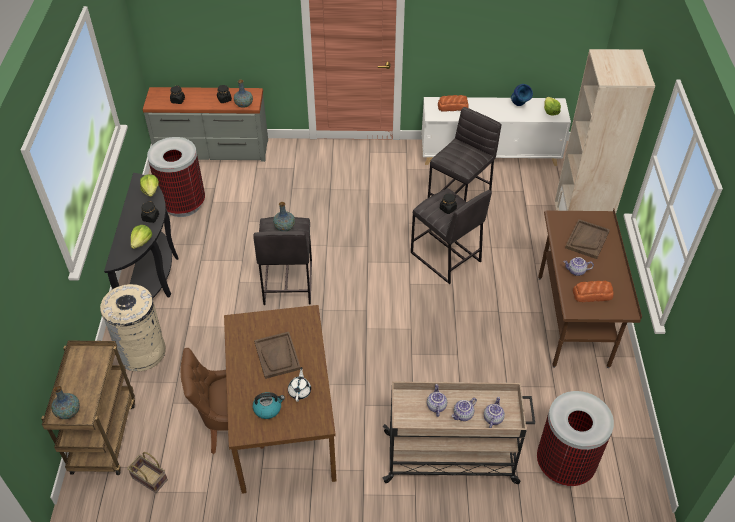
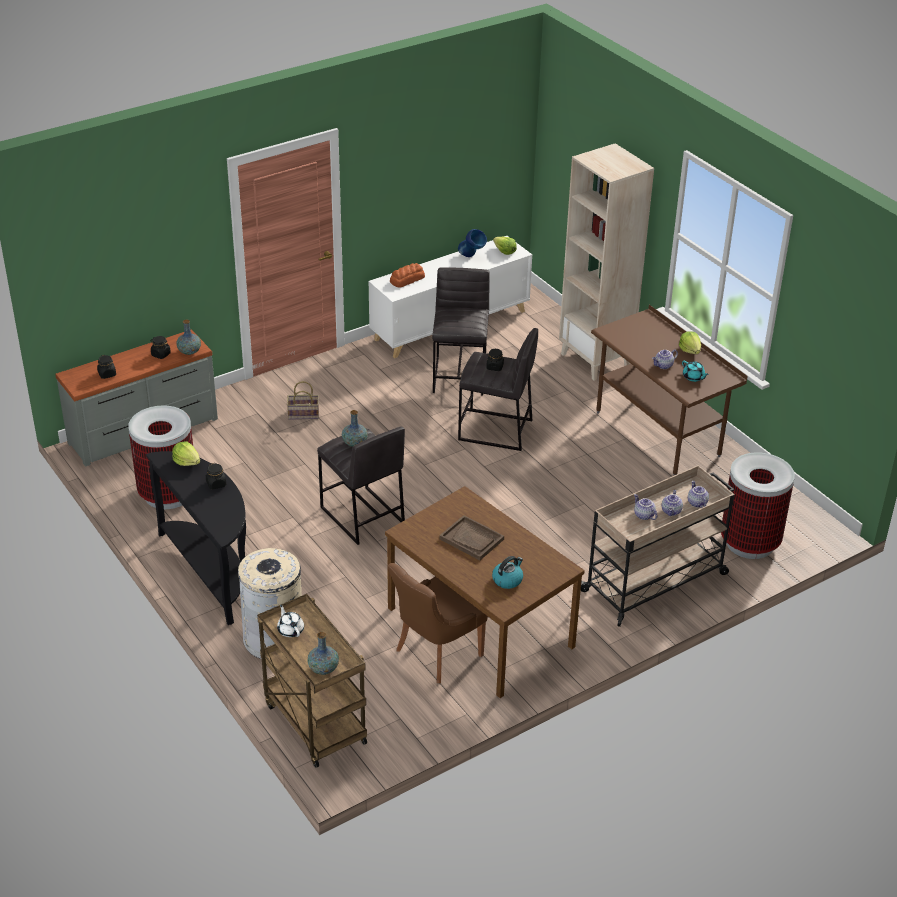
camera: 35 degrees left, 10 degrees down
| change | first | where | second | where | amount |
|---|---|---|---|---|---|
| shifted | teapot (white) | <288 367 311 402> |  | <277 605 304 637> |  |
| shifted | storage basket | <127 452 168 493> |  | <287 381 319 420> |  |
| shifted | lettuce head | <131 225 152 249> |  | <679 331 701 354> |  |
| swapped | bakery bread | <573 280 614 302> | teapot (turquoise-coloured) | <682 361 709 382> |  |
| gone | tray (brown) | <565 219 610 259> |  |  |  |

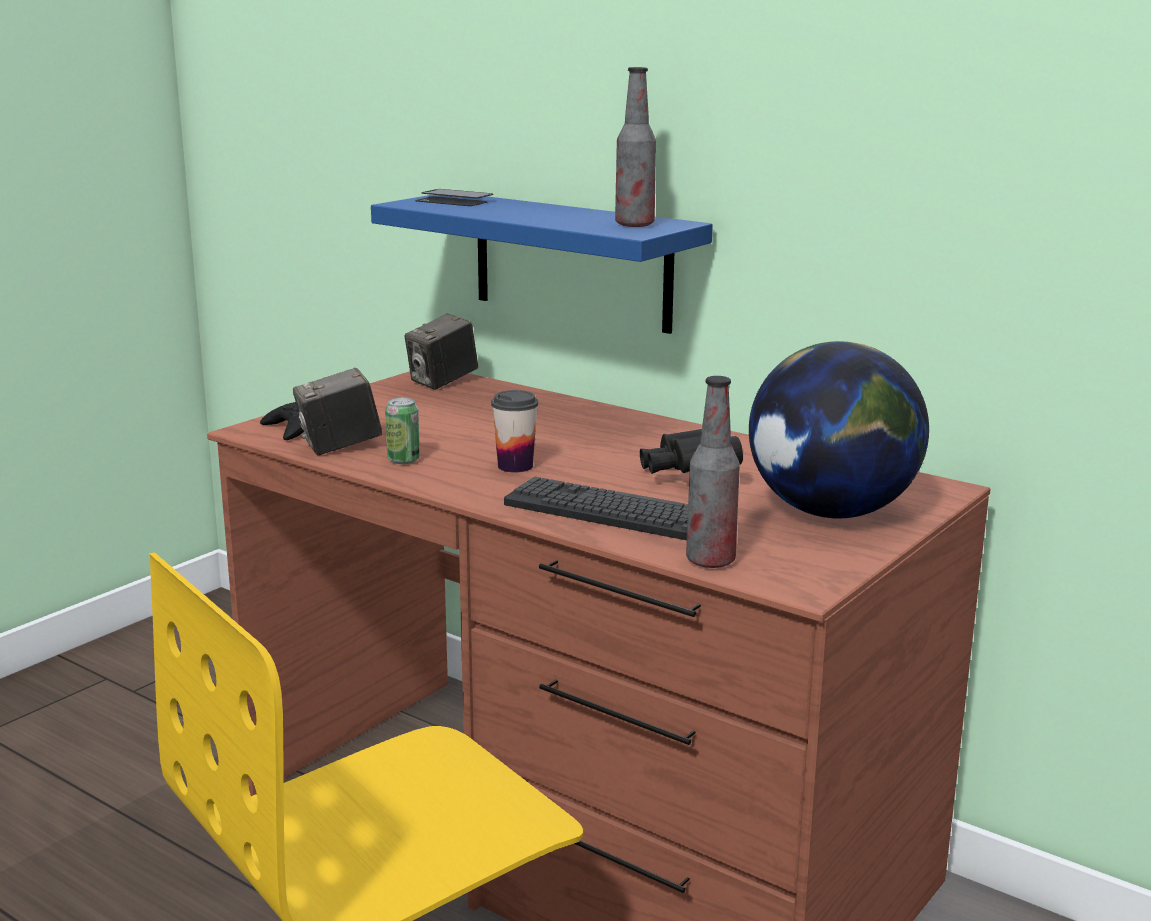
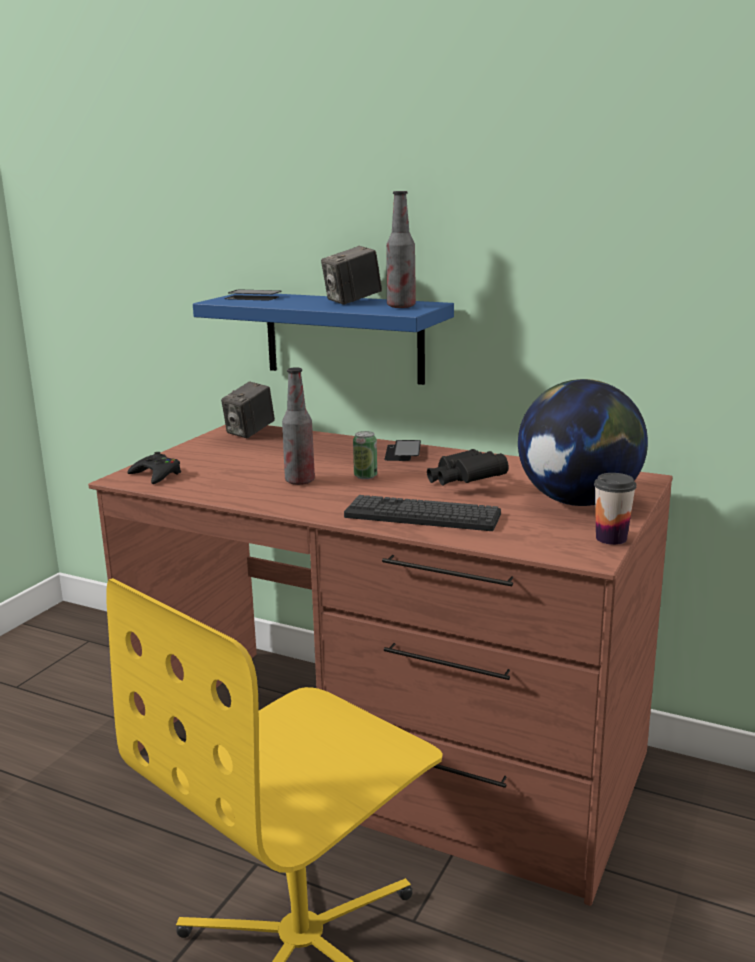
camera: 10 degrees left, 0 degrees up
| change | first | where | second | where | amount |
|---|---|---|---|---|---|
| shifted | beverage bottle | <686 376 740 568> |  | <282 367 315 485> |  |
| shifted | photo camera | <293 367 382 455> |  | <321 246 382 305> |  |
| shifted | metal can | <385 398 420 464> |  | <353 431 377 479> |  |
| new |  |  | handset | <384 440 421 461> |  |
| shifted | drinking cup | <491 390 539 473> |  | <594 473 636 545> |  |

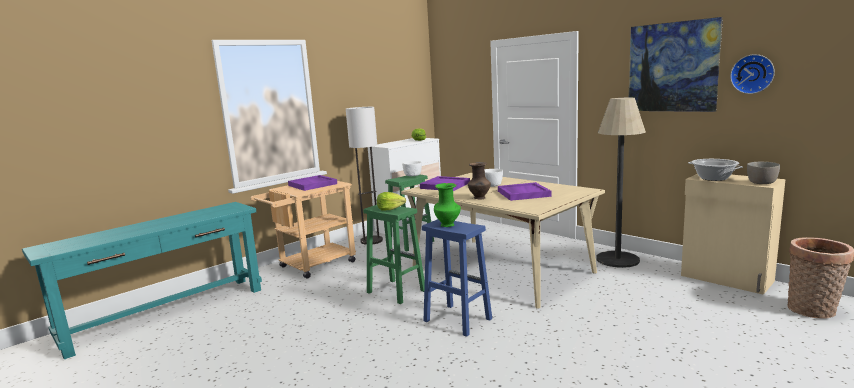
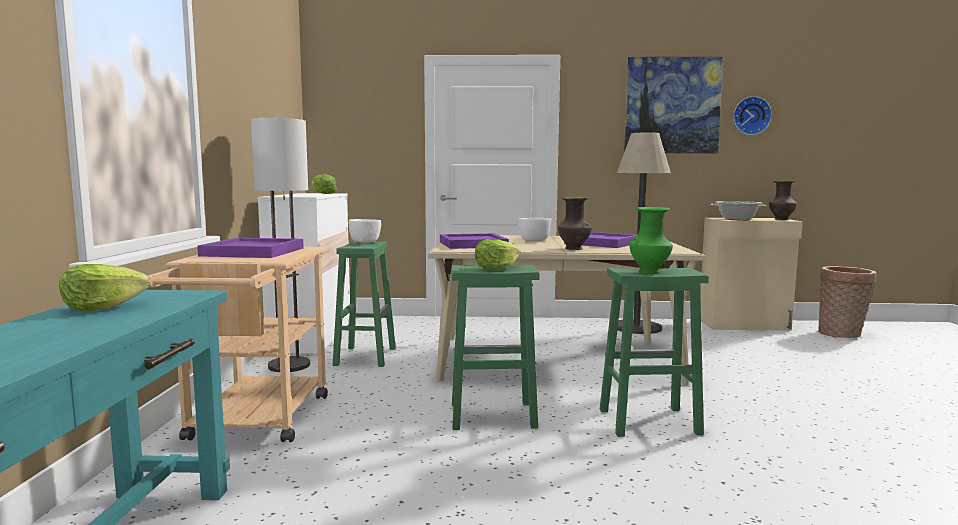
camera: 45 degrees left, 5 degrees down
| change | first | where | second | where | amount |
|---|---|---|---|---|---|
| new |  |  | lettuce head | <59 264 150 311> |  |
| repainted | sitting stool (blue) | <422 219 492 337> | sitting stool (green) | <600 268 709 437> |  |
| swapped | serving bowl (gray) | <747 162 780 184> | vase (brown) | <769 181 797 220> |  |

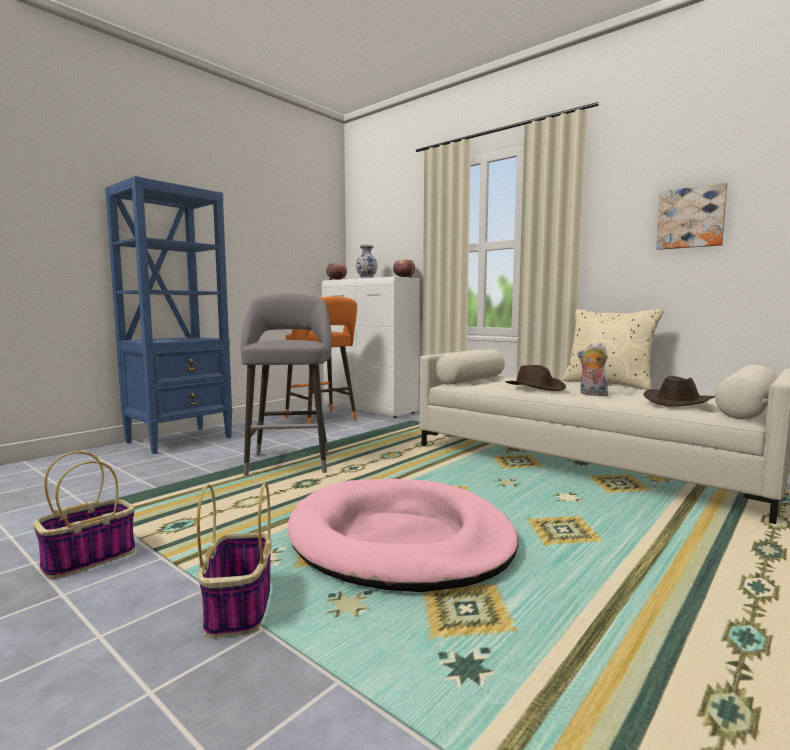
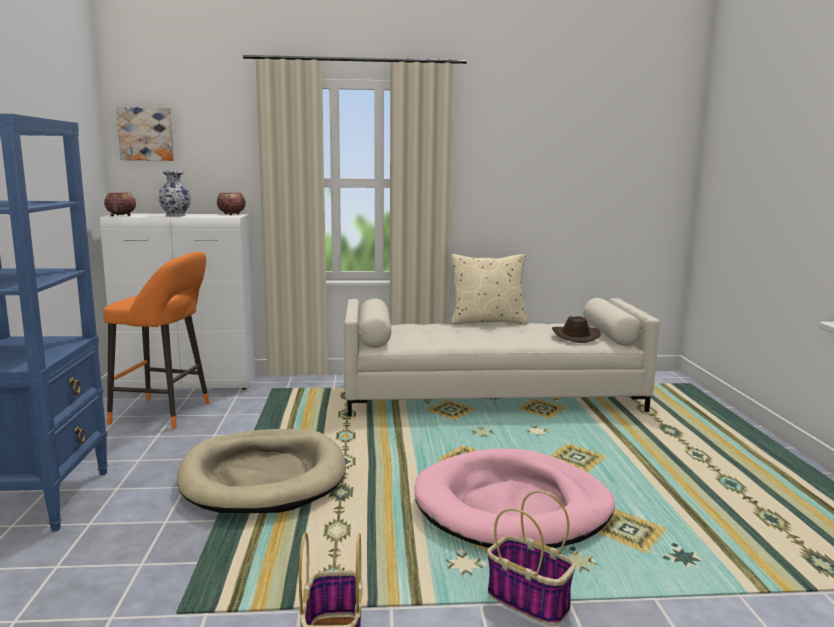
camera: 45 degrees left, 5 degrees up
| change | first | where | second | where | amount |
|---|---|---|---|---|---|
| shifted | wall picture | <656 182 728 250> |  | <116 107 174 161> |  |
| swapped | sitting stool (gray) | <241 294 332 476> | dog bed (beige-coloured) | <177 429 346 513> |  |
| gone | wearable hat (brown) | <505 365 566 391> |  |  |  |
| gone | soft toy | <578 342 609 396> |  |  |  |

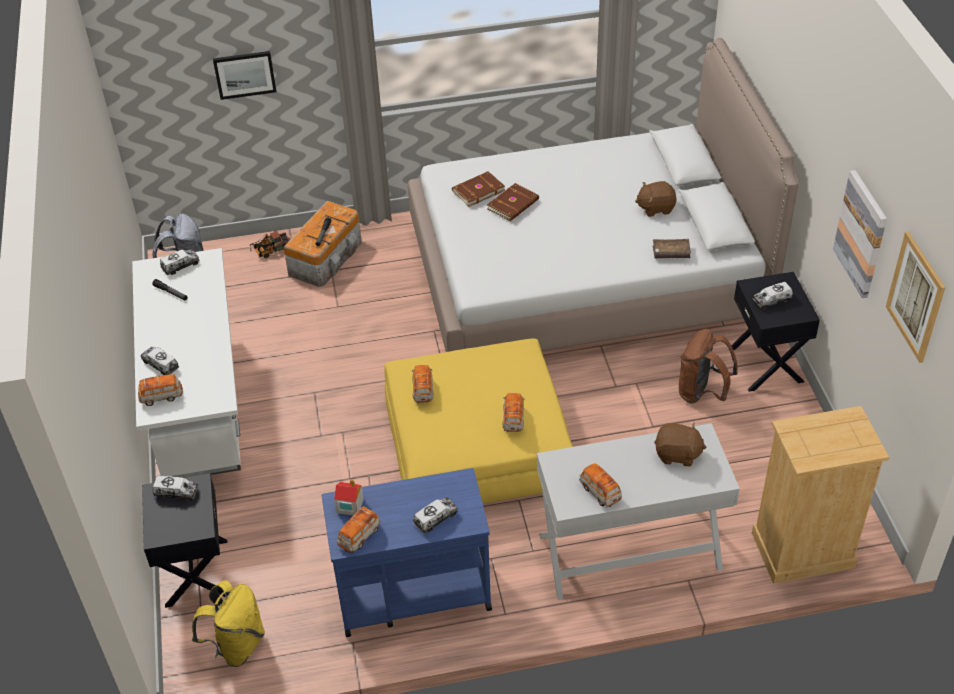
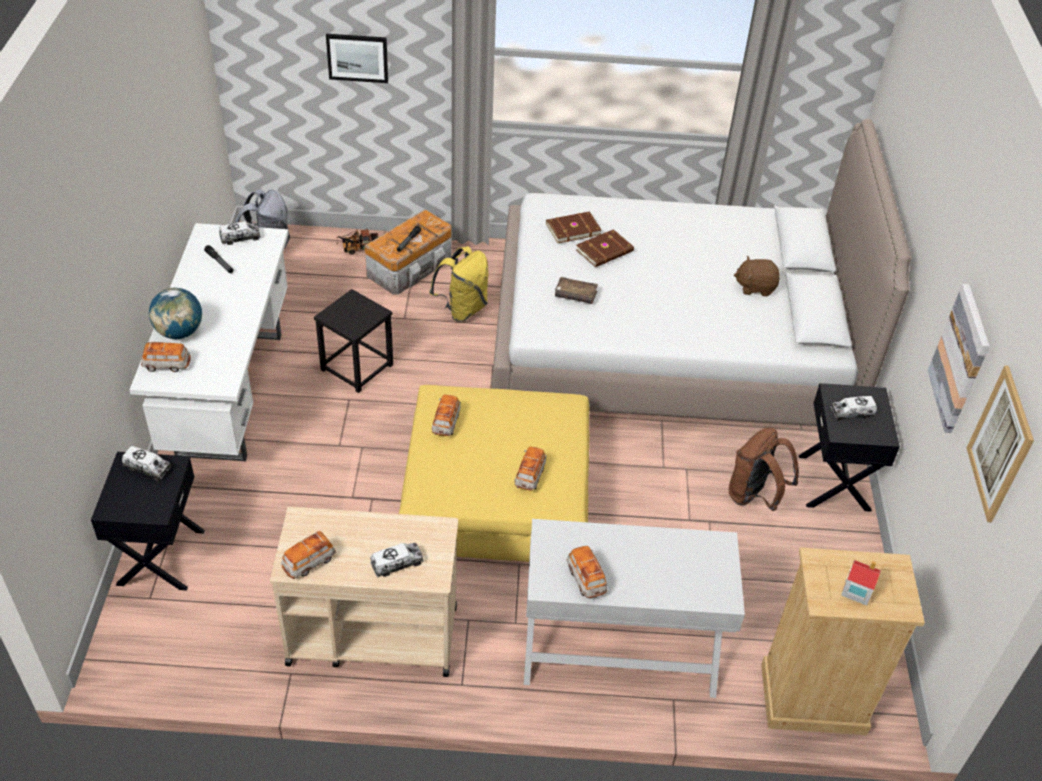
camera: 10 degrees right, 0 degrees up
| change | first | where | second | where | amount |
|---|---|---|---|---|---|
| swapped | model truck | <141 347 179 375> | desk globe | <149 288 202 339> |  |
| repainted | wheeled cart (blue) | <322 468 492 637> | wheeled cart (beige-coloured) | <270 507 458 677> |  |
| new |  |  | sitting stool (blackish) | <314 289 393 393> |  |
| shifted | knapsack (yellow-coloured) | <192 580 265 667> |  | <429 246 488 322> |  |
| shifted | book (brown) | <653 239 691 259> |  | <555 277 598 304> |  |
| shifted | miniature house | <334 479 364 516> |  | <841 560 881 606> |  |
| gone | soft toy (brown) | <654 422 707 467> |  |  |  |

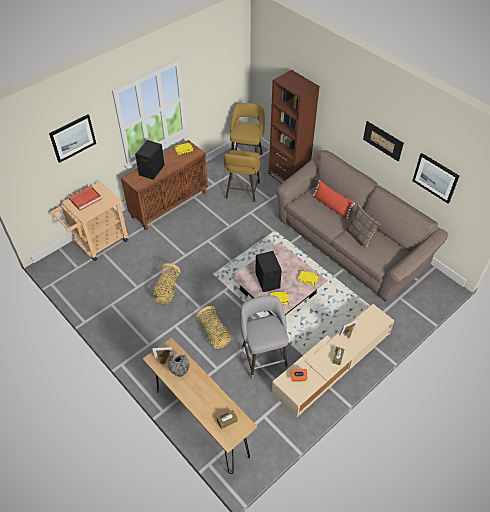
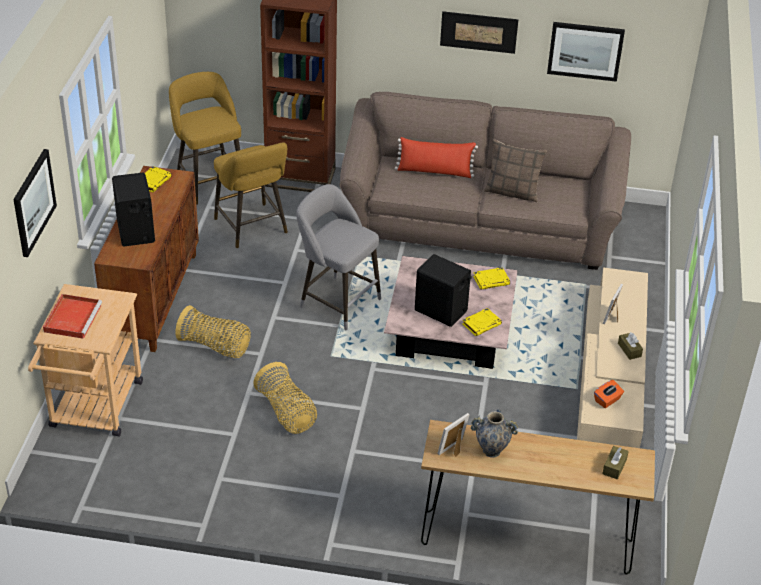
camera: 40 degrees left, 10 degrees down
| change | first | where | second | where | amount |
|---|---|---|---|---|---|
| shifted | storage basket | <196 306 231 349> |  | <175 305 251 358> |  |
| shifted | sitting stool (gray) | <240 295 289 379> |  | <296 184 381 330> |  |

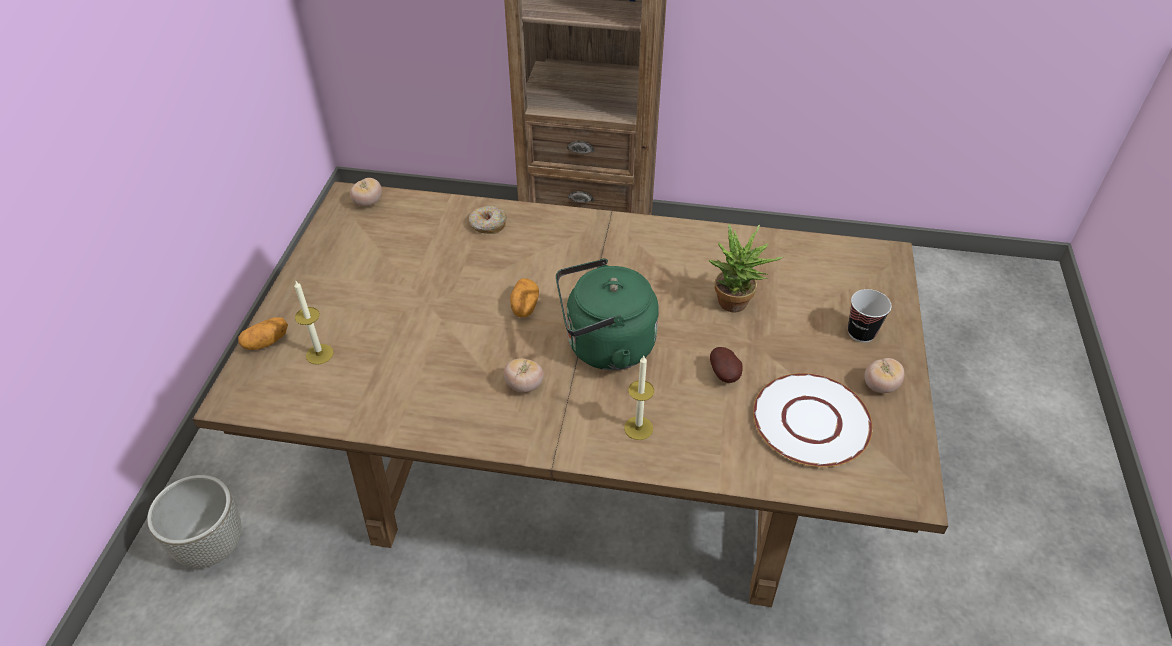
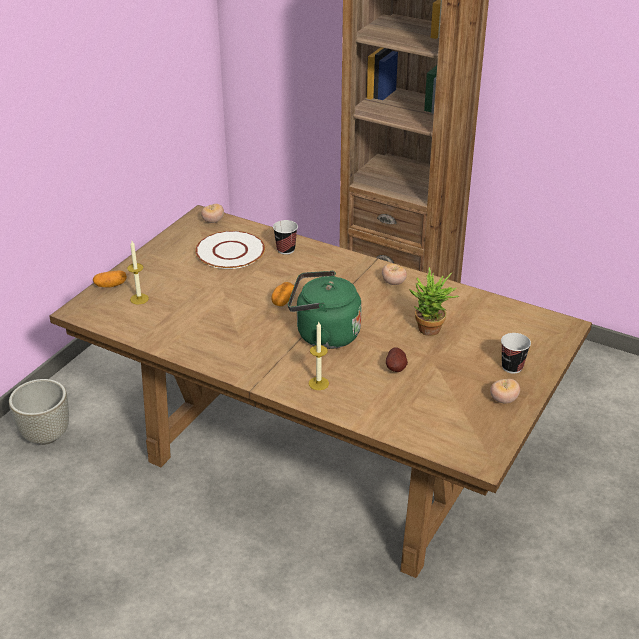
camera: 20 degrees right, 10 degrees down
| change | first | where | second | where | amount |
|---|---|---|---|---|---|
| shifted | flat dish (white) | <753 373 873 467> |  | <195 231 265 269> |  |
| swapped | doughnut | <469 206 507 234> | drinking cup | <273 220 298 255> |  |
| shifted | tomato | <503 358 544 393> |  | <382 263 407 285> |  |

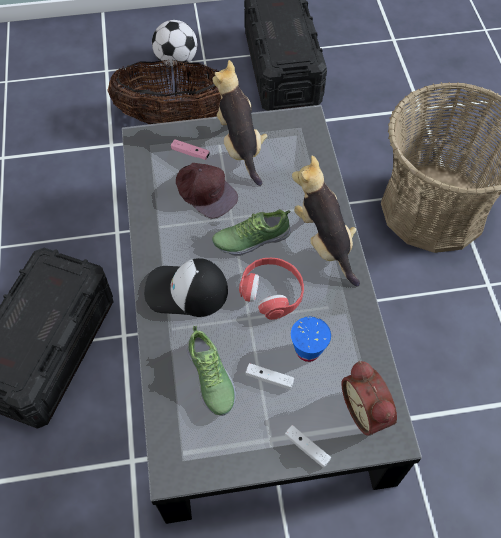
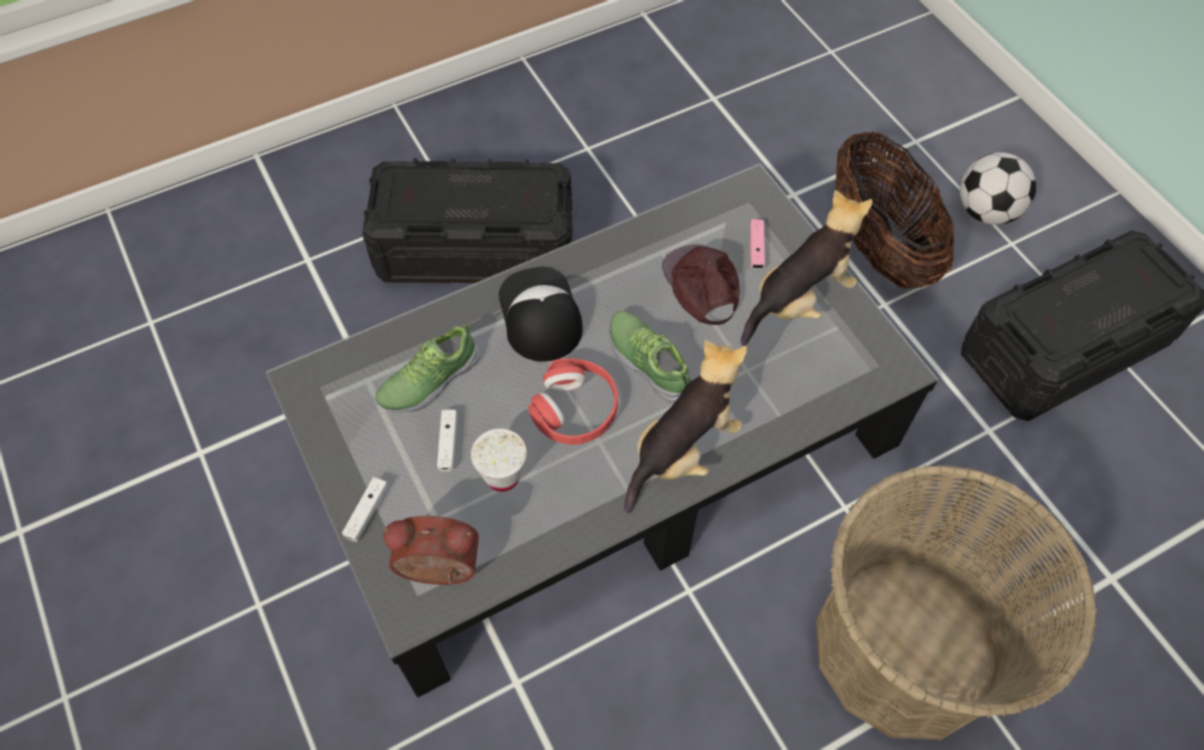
camera: 70 degrees right, 0 degrees up
| change | first | where | second | where | amount |
|---|---|---|---|---|---|
| rotated | bedside clock | <341 361 397 436> |  | <383 516 479 585> | 45 degrees clockwise |
| repainted | drinking cup (blue) | <291 317 331 362> | drinking cup (white) | <471 429 527 492> |  |
| rotated | baseball cap (brown) | <176 163 238 219> |  | <662 244 740 325> | 135 degrees clockwise |

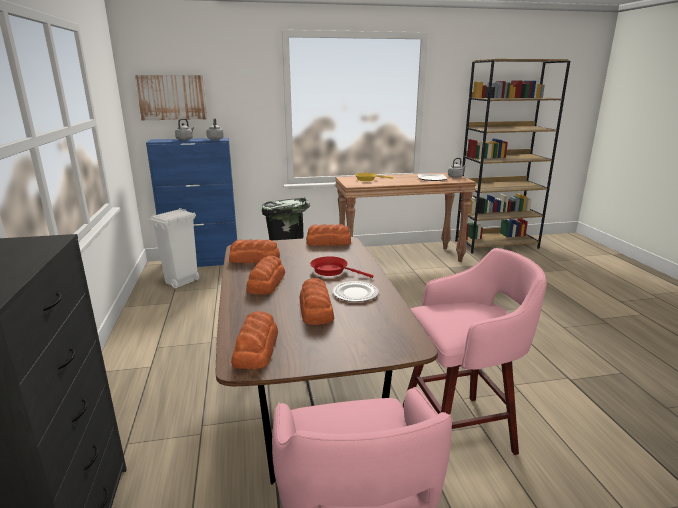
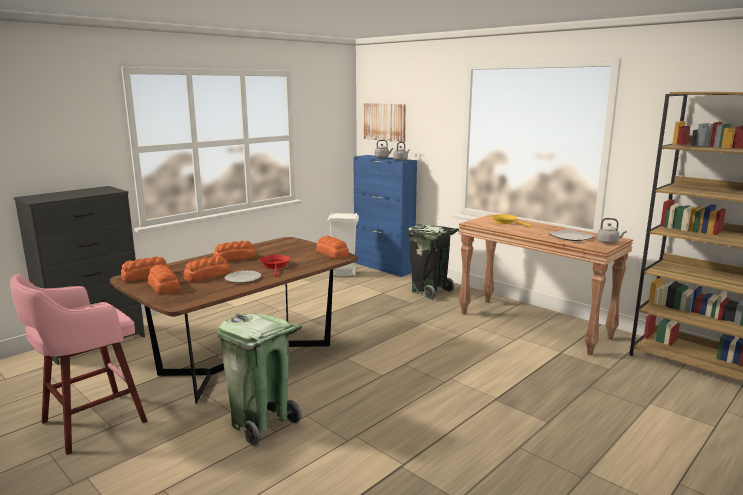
camera: 55 degrees right, 5 degrees down
| change | first | where | second | where | amount |
|---|---|---|---|---|---|
| shifted | bakery bread | <229 239 280 263> |  | <148 264 181 294> |  |
| swapped | sitting stool (pinkish) | <402 248 547 455> | rubbish bin (green) | <217 313 302 447> |  |

